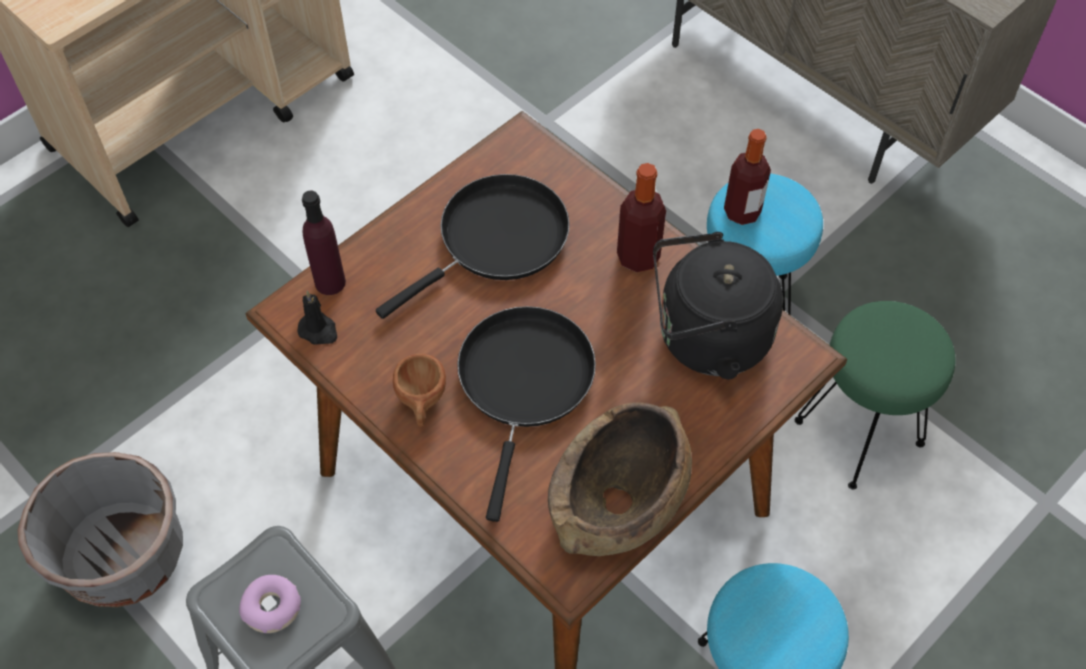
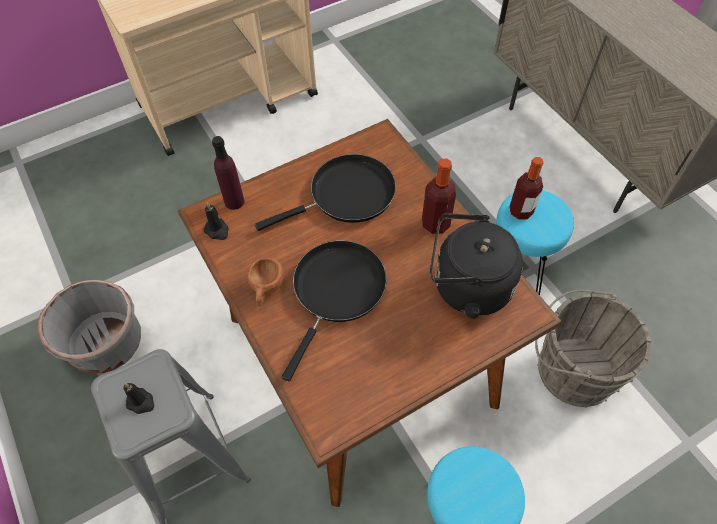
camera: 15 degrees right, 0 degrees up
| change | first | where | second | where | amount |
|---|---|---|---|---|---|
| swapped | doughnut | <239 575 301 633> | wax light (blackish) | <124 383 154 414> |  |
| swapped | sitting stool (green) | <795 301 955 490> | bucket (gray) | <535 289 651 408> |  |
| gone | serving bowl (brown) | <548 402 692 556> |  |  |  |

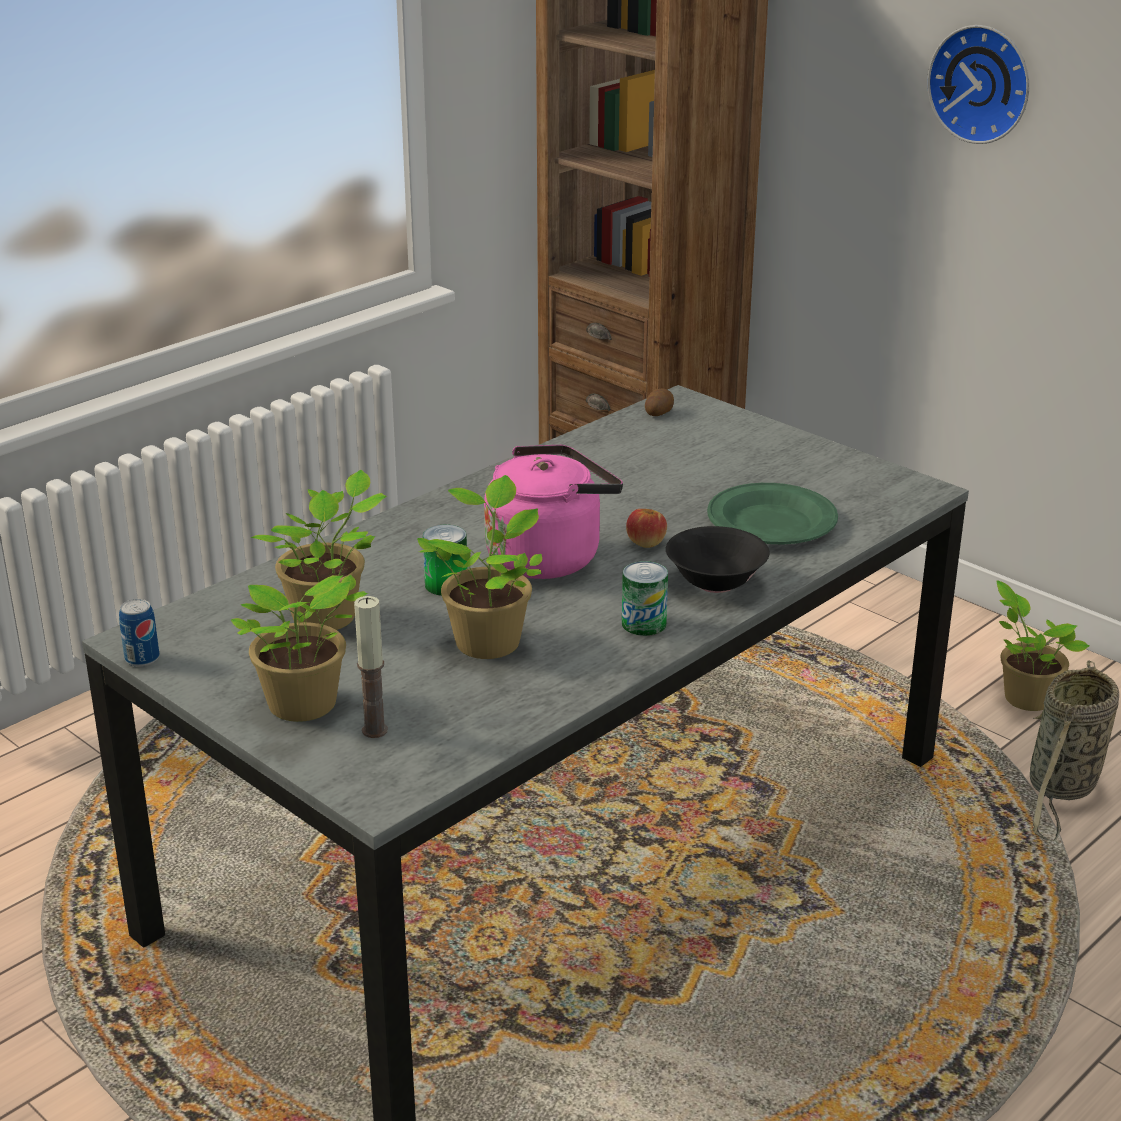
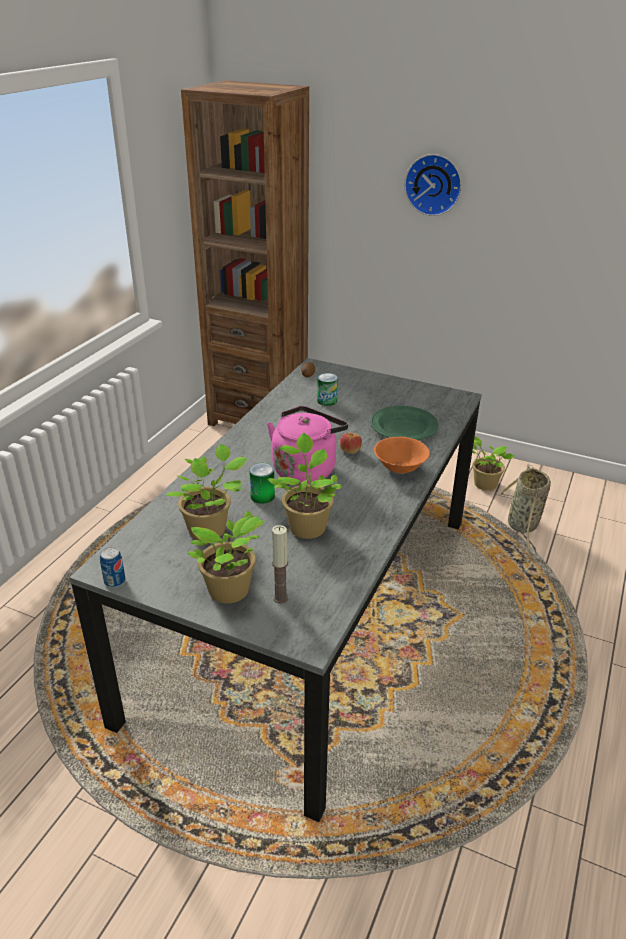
camera: 20 degrees left, 5 degrees up
| change | first | where | second | where | amount |
|---|---|---|---|---|---|
| shifted | metal can | <622 561 668 636> |  | <317 373 338 406> |  |
| repainted | serving bowl (blackish) | <666 526 769 593> | serving bowl (orange-coloured) | <374 437 430 474> |  |

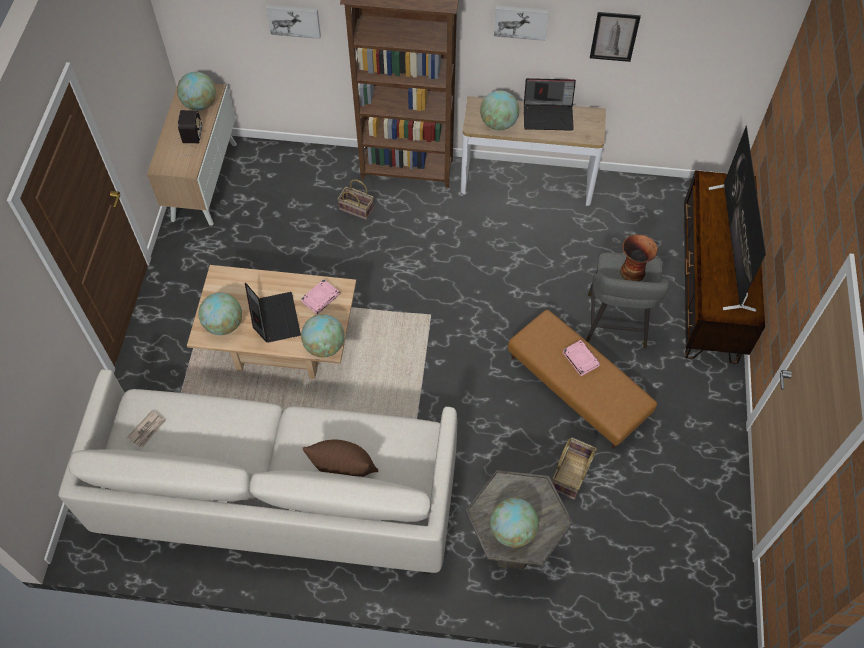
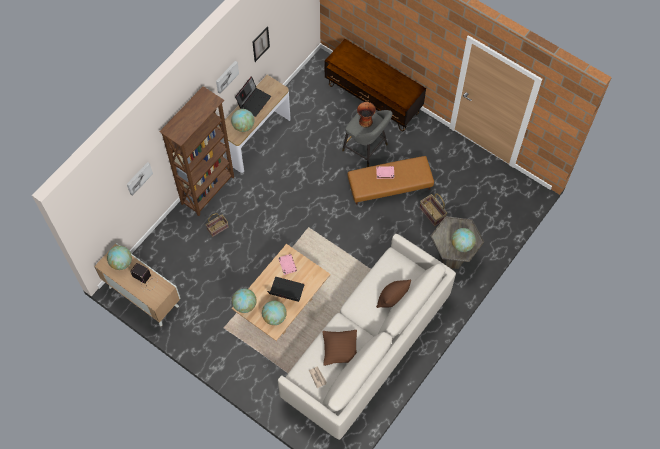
camera: 60 degrees left, 5 degrees up
| change | first | where | second | where | amount |
|---|---|---|---|---|---|
| shifted | desk globe | <301 314 345 357> |  | <232 288 257 313> |  |
| new |  |  | pillow (brown) | <322 330 357 366> |  |
| gone | TV set | <709 126 766 312> |  |  |  |

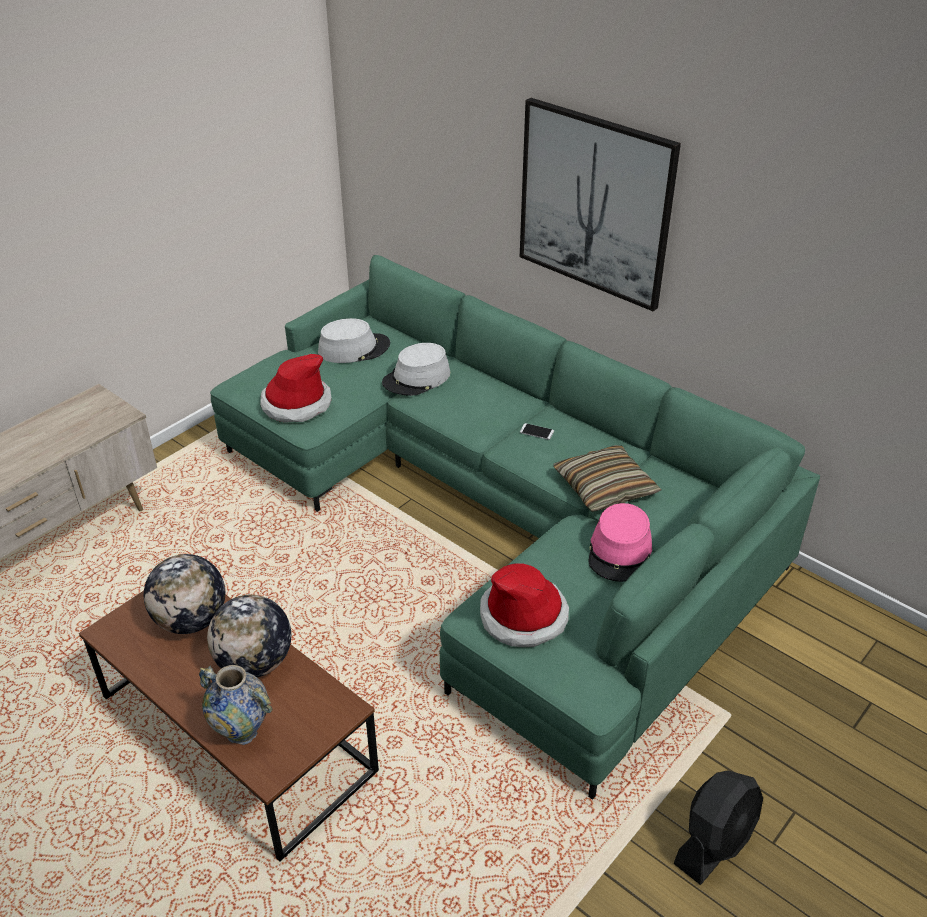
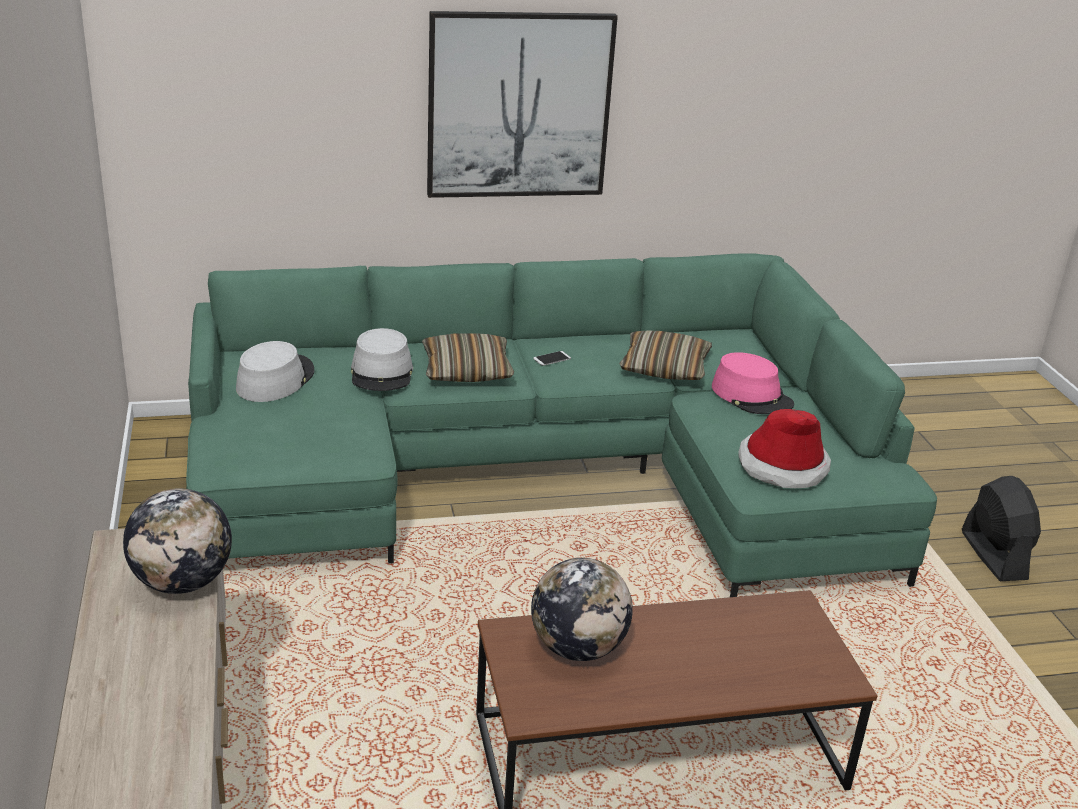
camera: 55 degrees left, 10 degrees down
| change | first | where | second | where | amount |
|---|---|---|---|---|---|
| shifted | desk globe | <207 595 291 677> |  | <123 488 232 594> |  |
| new |  |  | pillow | <422 333 514 382> |  |
| gone | vase | <199 665 272 745> |  |  |  |
| gone | wearable hat | <260 354 331 423> |  |  |  |

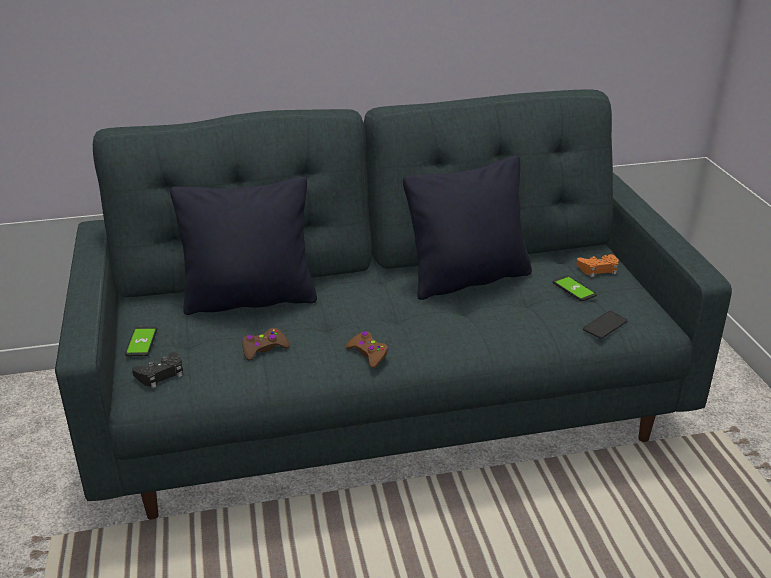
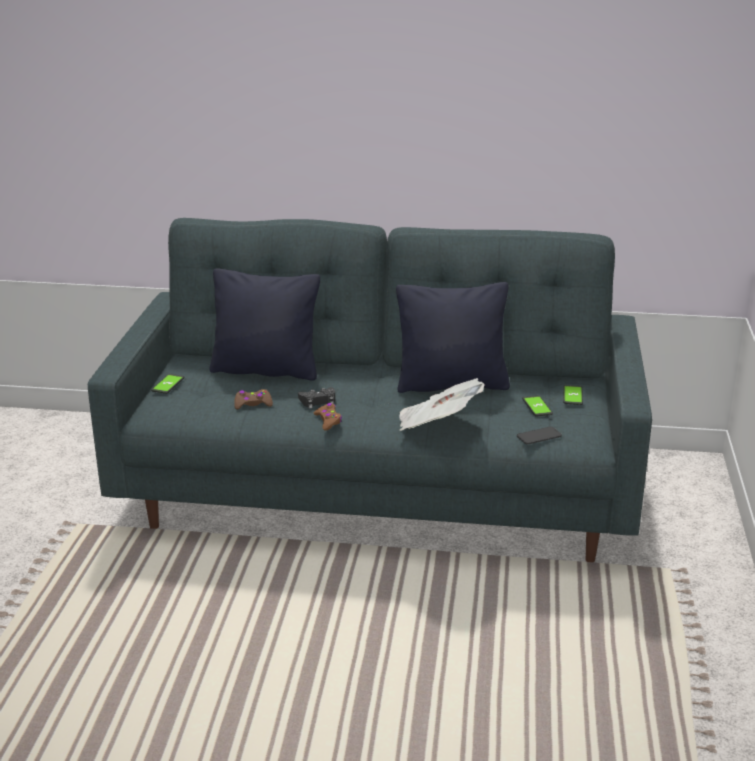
camera: 20 degrees right, 5 degrees down
| change | first | where | second | where | amount |
|---|---|---|---|---|---|
| shifted | joypad (blackish) | <132 352 183 388> |  | <298 387 335 409> |  |
| new |  |  | daily paper | <399 378 484 431> |  |
| swapped | joypad (orange-coloured) | <576 254 619 277> | handset | <563 385 583 405> |  |

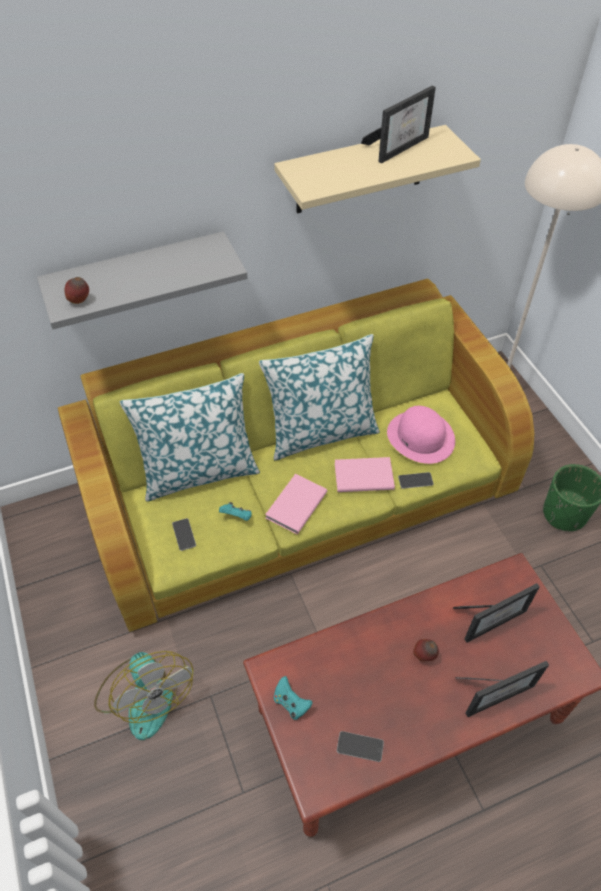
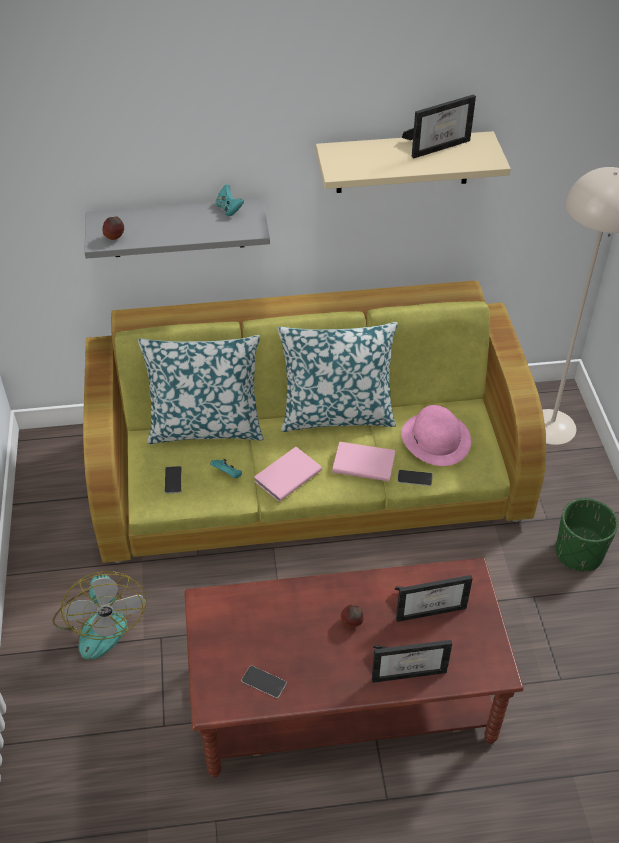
camera: 15 degrees right, 5 degrees down
| change | first | where | second | where | amount |
|---|---|---|---|---|---|
| shifted | joypad (turquoise-coloured) | <274 676 313 720> |  | <216 184 244 216> |  |

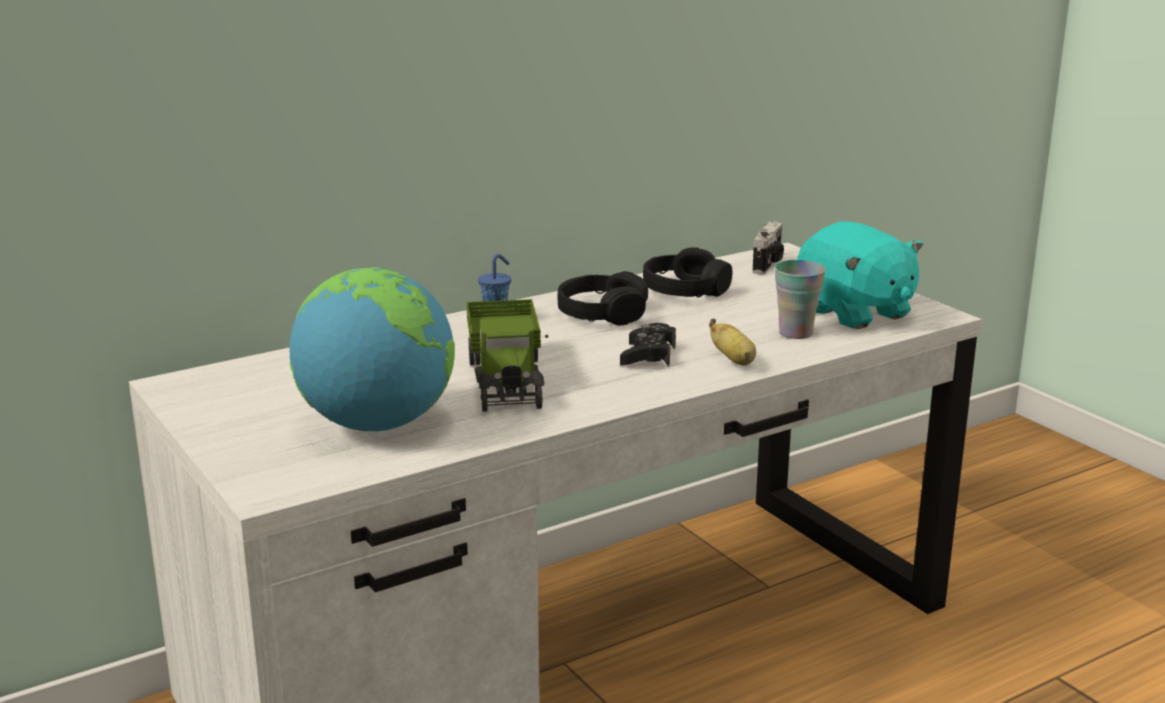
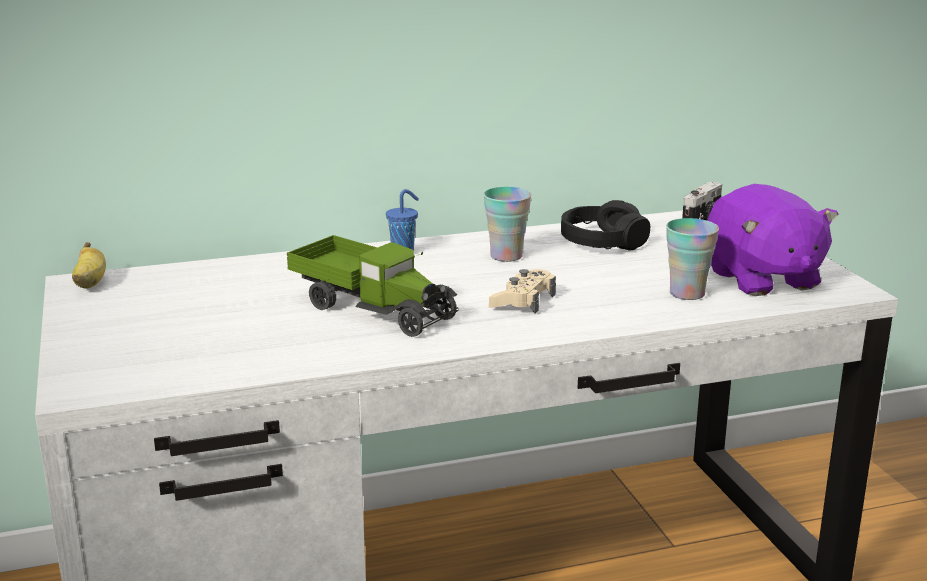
camera: 15 degrees right, 0 degrees up
| change | first | where | second | where | amount |
|---|---|---|---|---|---|
| shifted | banana fruit | <709 319 756 366> |  | <72 242 106 289> |  |
| rotated | model truck | <466 299 548 412> |  | <287 235 458 337> | 60 degrees counterclockwise |
| swapped | headset (blackish) | <557 271 648 325> | drinking cup | <484 187 531 262> |  |
| repainted | joypad (blackish) | <620 323 676 367> | joypad (beige-coloured) | <489 269 556 314> |  |
| repainted | soft toy (turquoise-coloured) | <797 221 923 329> | soft toy (purple) | <708 184 839 296> |  |
| gone | desk globe | <289 267 455 431> |  |  |  |

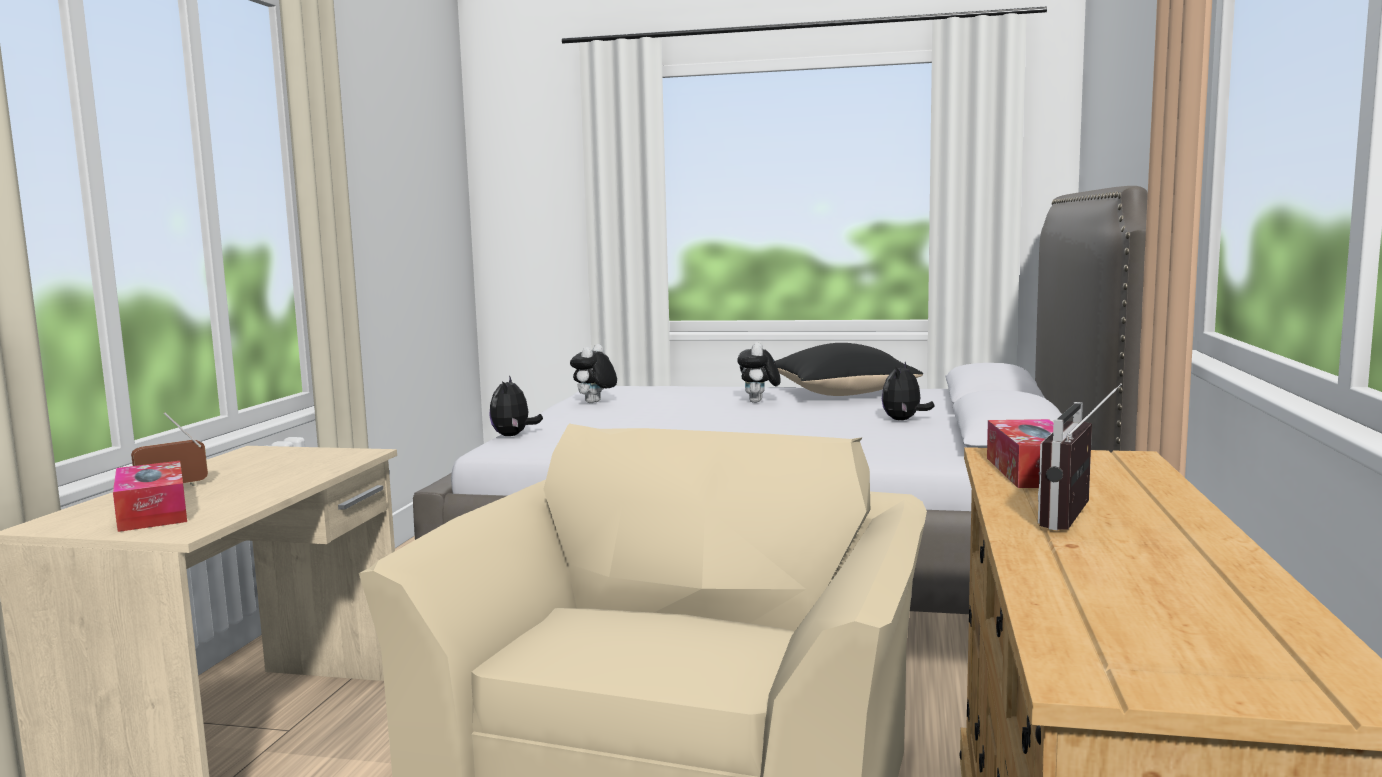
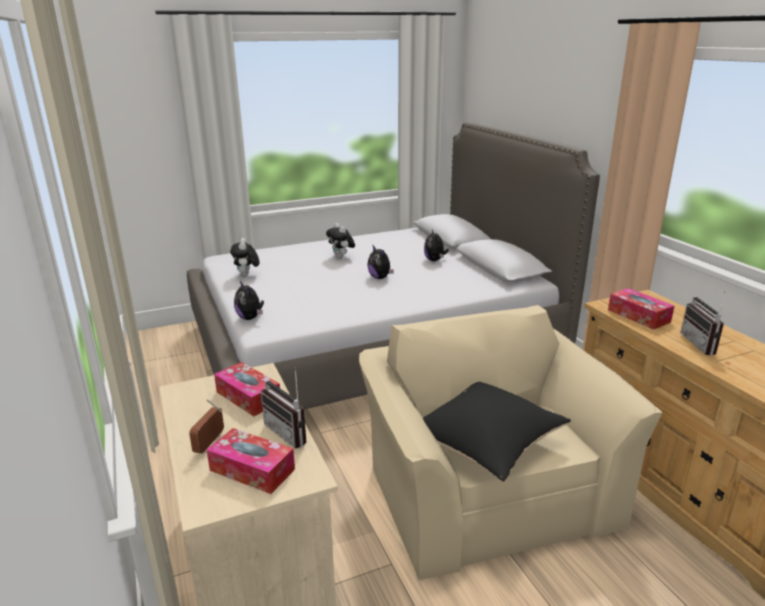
camera: 35 degrees left, 15 degrees up
| change | first | where | second | where | amount |
|---|---|---|---|---|---|
| new |  |  | tissue holder | <214 362 280 416> |  |
| new |  |  | radio | <261 367 307 448> |  |
| new |  |  | soft toy | <367 246 394 279> |  |
| shifted | pillow (blackish) | <775 343 923 396> |  | <423 382 571 482> |  |

